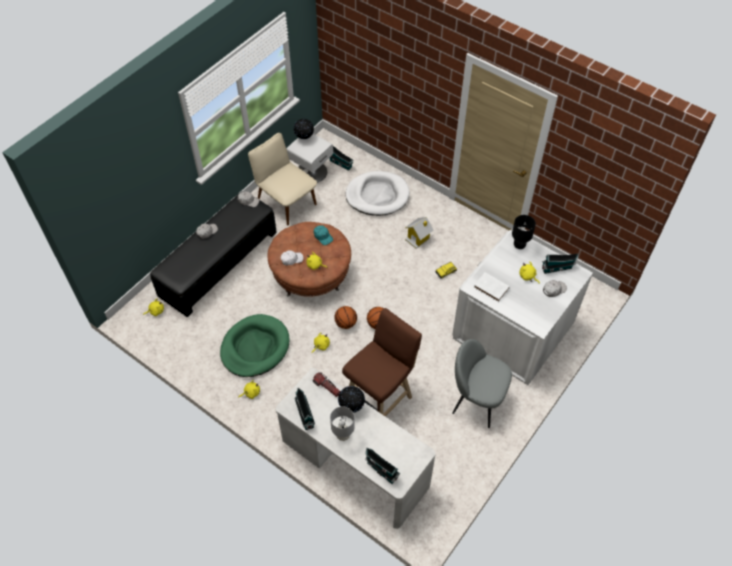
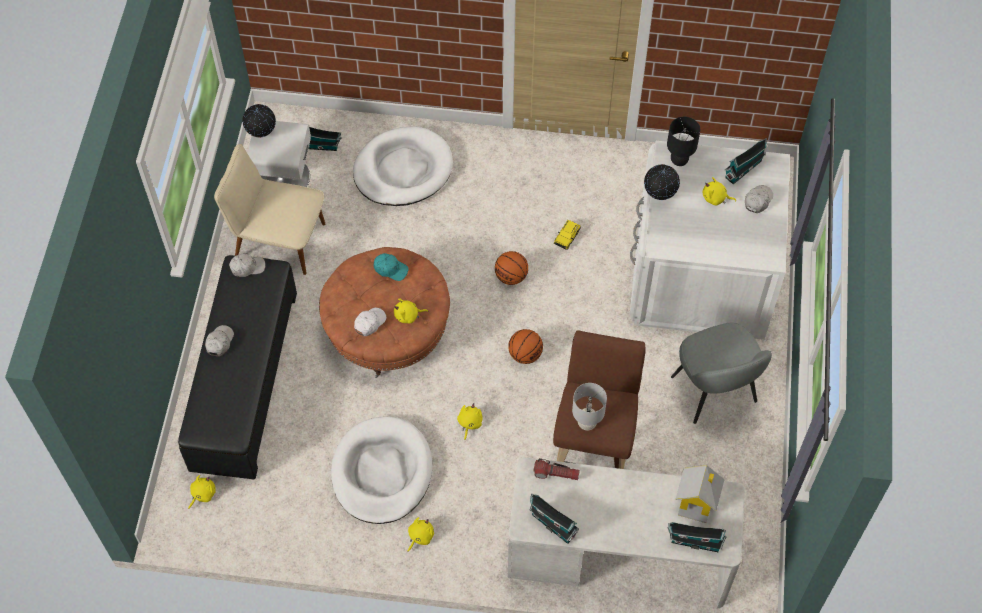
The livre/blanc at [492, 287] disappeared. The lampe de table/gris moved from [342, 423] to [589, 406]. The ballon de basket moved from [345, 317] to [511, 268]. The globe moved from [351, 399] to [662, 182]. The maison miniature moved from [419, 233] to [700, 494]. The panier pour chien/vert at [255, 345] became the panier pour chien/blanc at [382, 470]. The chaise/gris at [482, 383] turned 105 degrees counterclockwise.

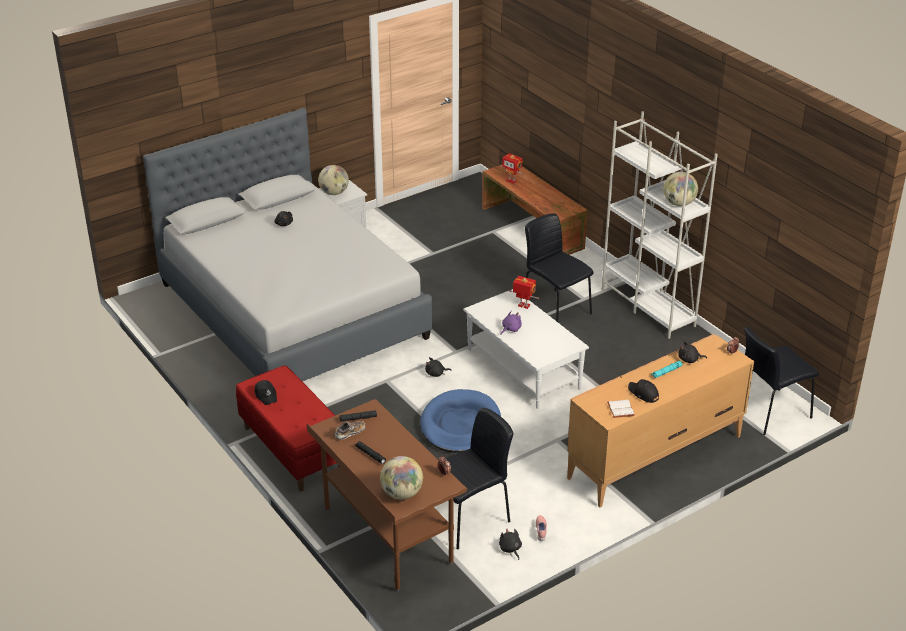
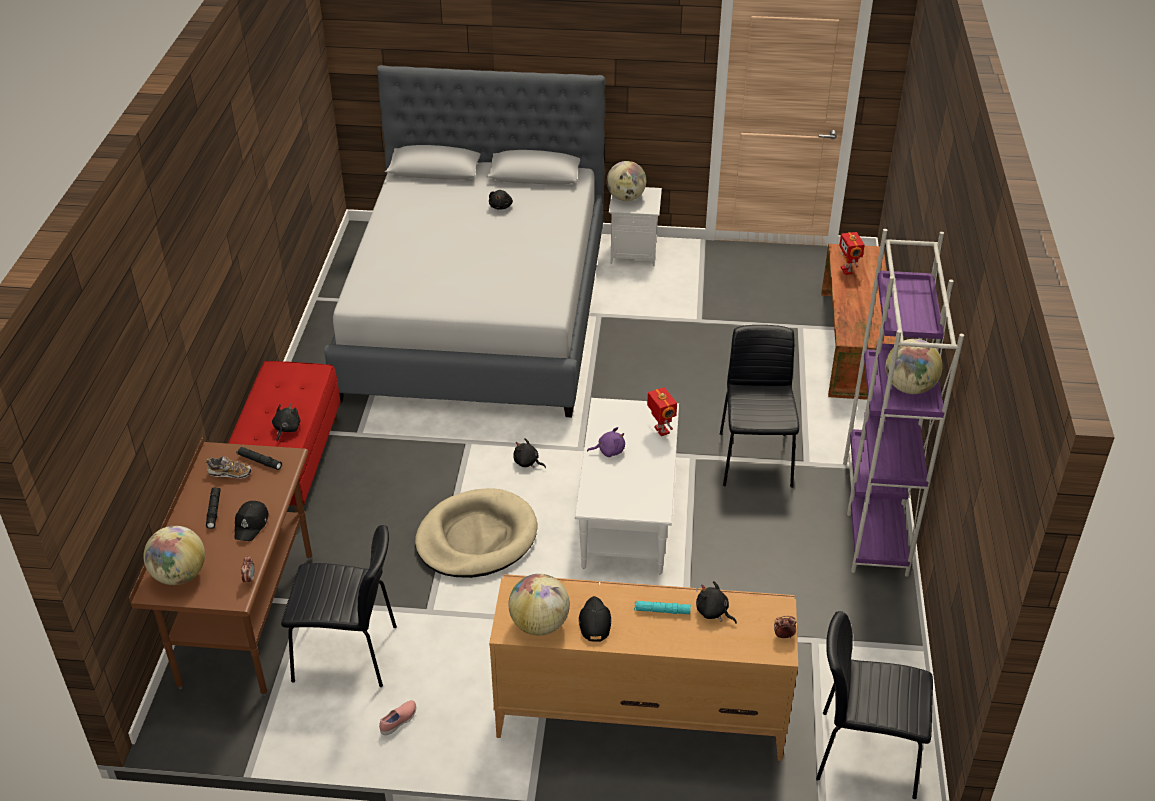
The casquette/noir moved from [266, 392] to [252, 521]. The peluche/noir moved from [510, 544] to [286, 422]. The livre/blanc at [621, 409] was replaced by the globe at [539, 604]. The panier pour chien/bleu at [460, 421] became the panier pour chien/beige at [476, 533]. The bibliothèque/blanc at [660, 225] became the bibliothèque/violet at [903, 403].

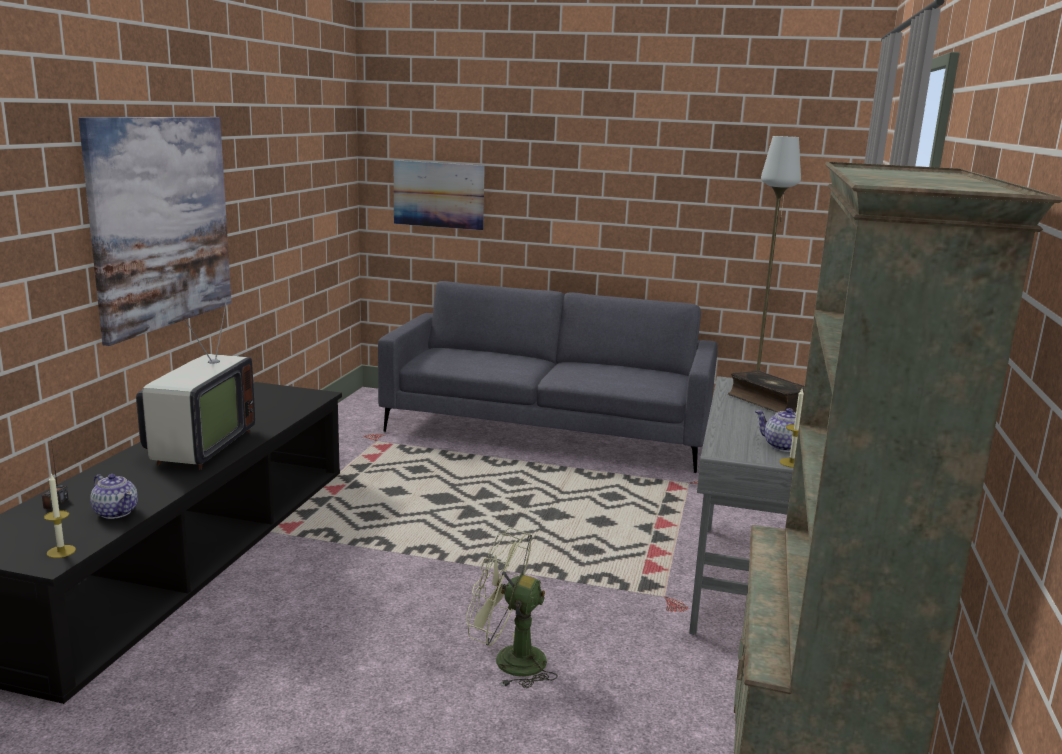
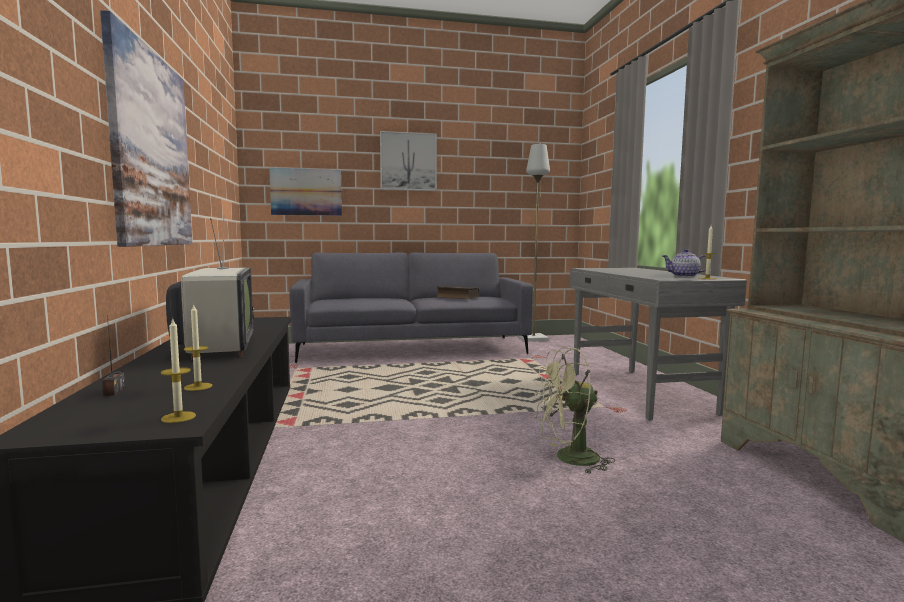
The tableau at [408, 161] appeared. The livre moved from [766, 392] to [457, 292]. The théière at [114, 496] was replaced by the bougie at [198, 348].

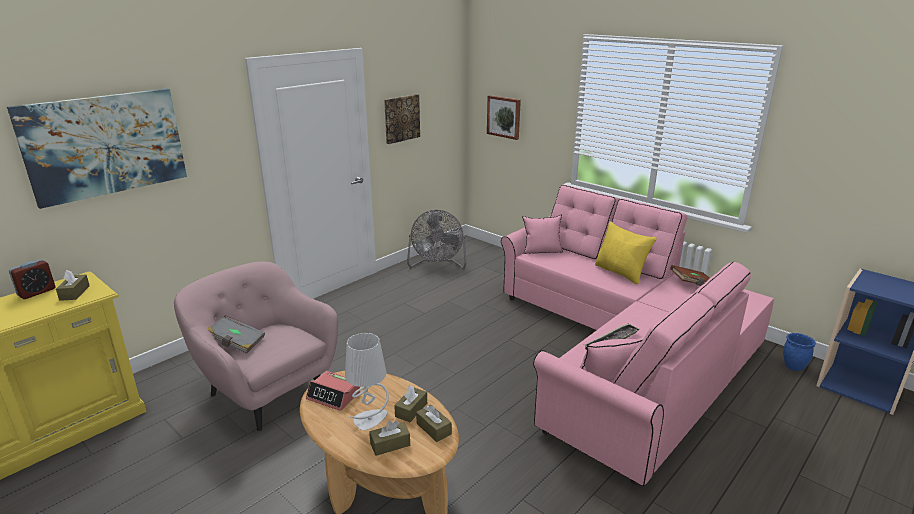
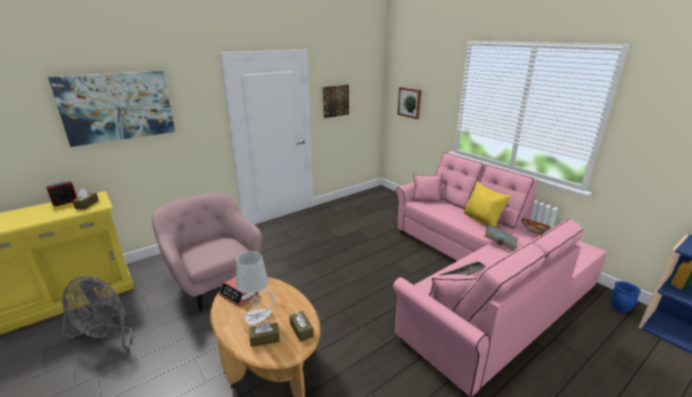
The boîte à mouchoirs/marron at [410, 403] disappeared. The livre/gris moved from [236, 334] to [501, 237]. The ventilateur/gris moved from [436, 240] to [97, 313].

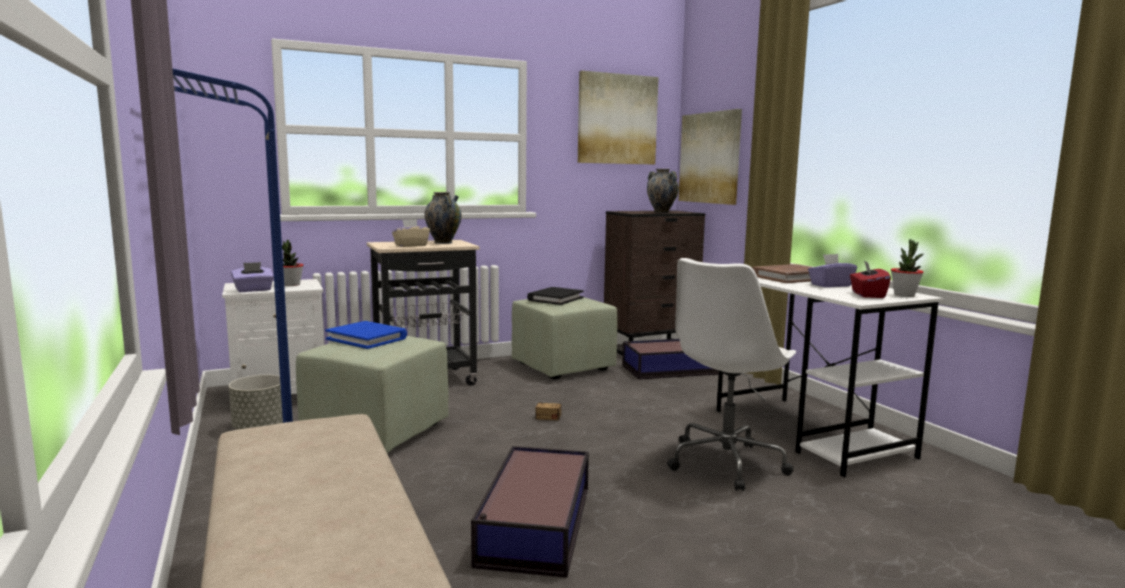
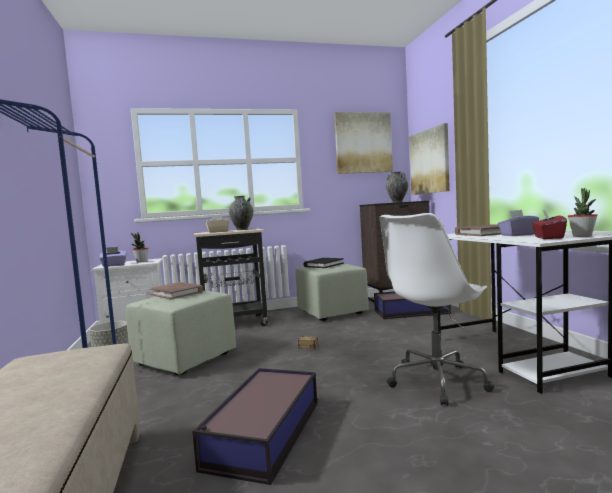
The livre/bleu at [366, 335] became the livre/marron at [176, 290].

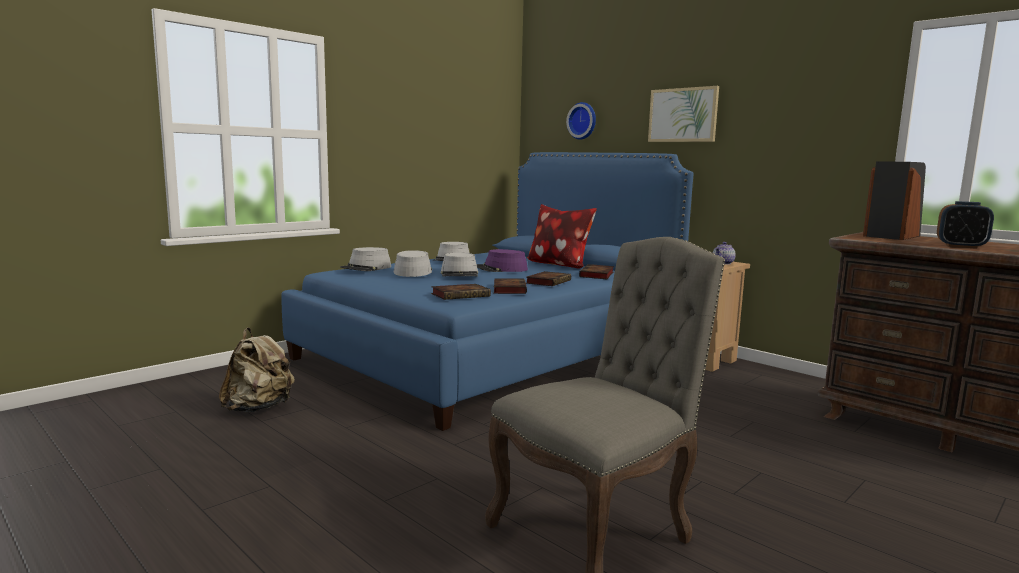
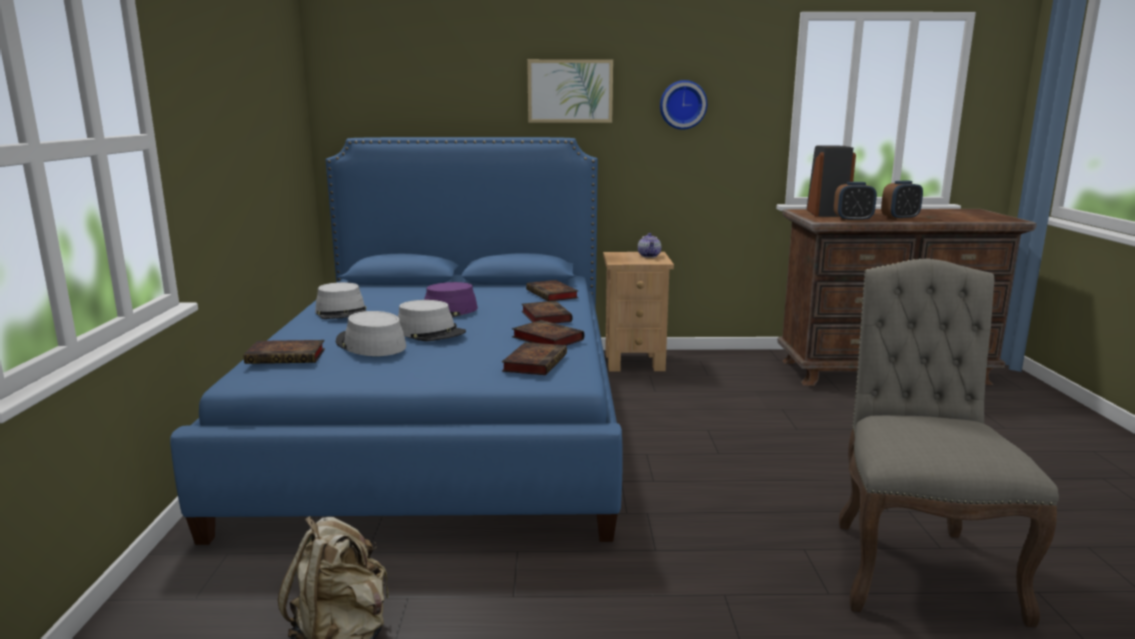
The coussin at [562, 236] disappeared. The réveil at [855, 201] appeared. The horloge murale moved from [581, 121] to [683, 105]. The chapeau/gris at [365, 259] was replaced by the livre at [284, 352].

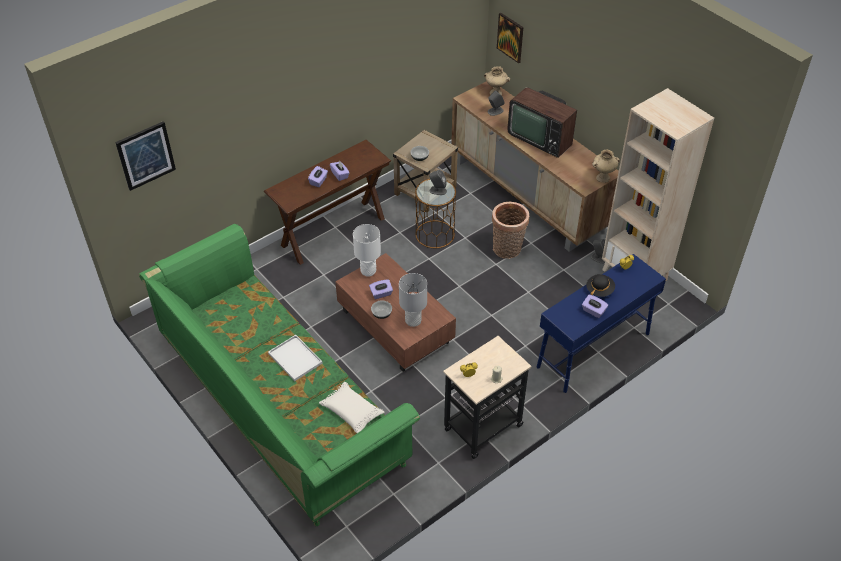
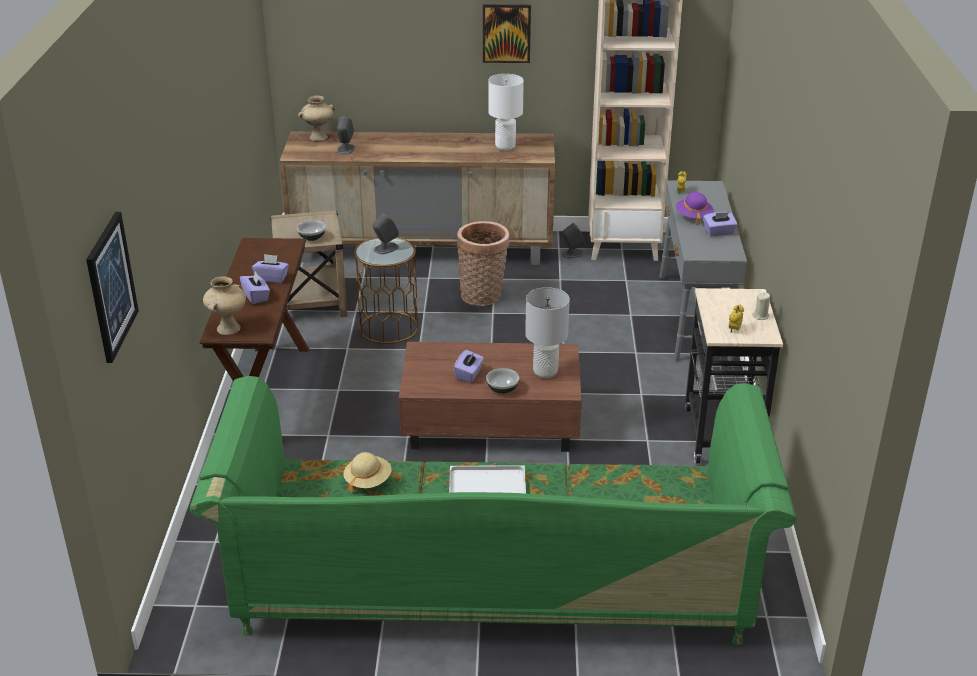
The coussin/blanc at [351, 407] disappeared. The téléviseur at [542, 122] disappeared. The chapeau/beige at [367, 472] appeared. The lampe de table/blanc moved from [367, 250] to [506, 112]. The tableau moved from [510, 38] to [507, 33]. The vase/beige moved from [606, 166] to [224, 305]. The table console/bleu at [601, 323] became the table console/gris at [703, 271]. The chapeau/noir at [600, 285] became the chapeau/violet at [695, 209].

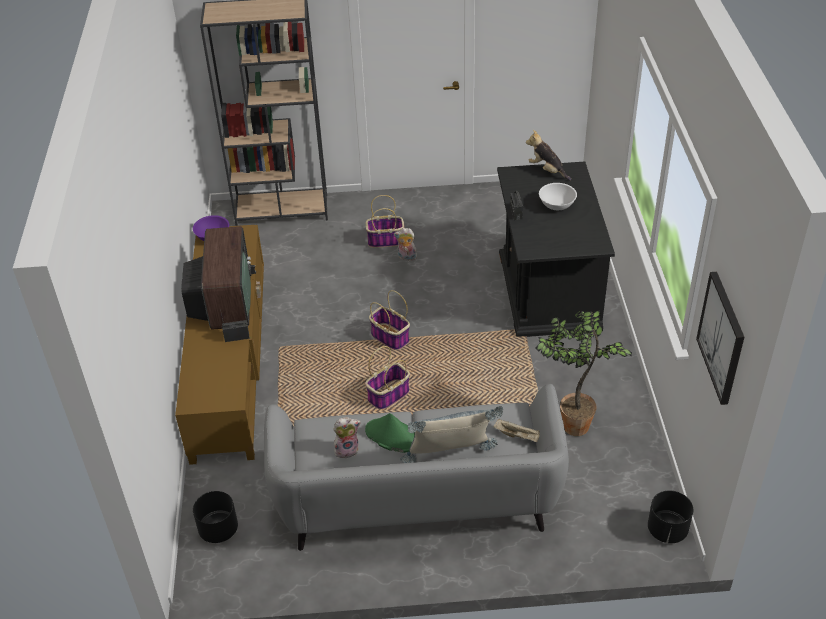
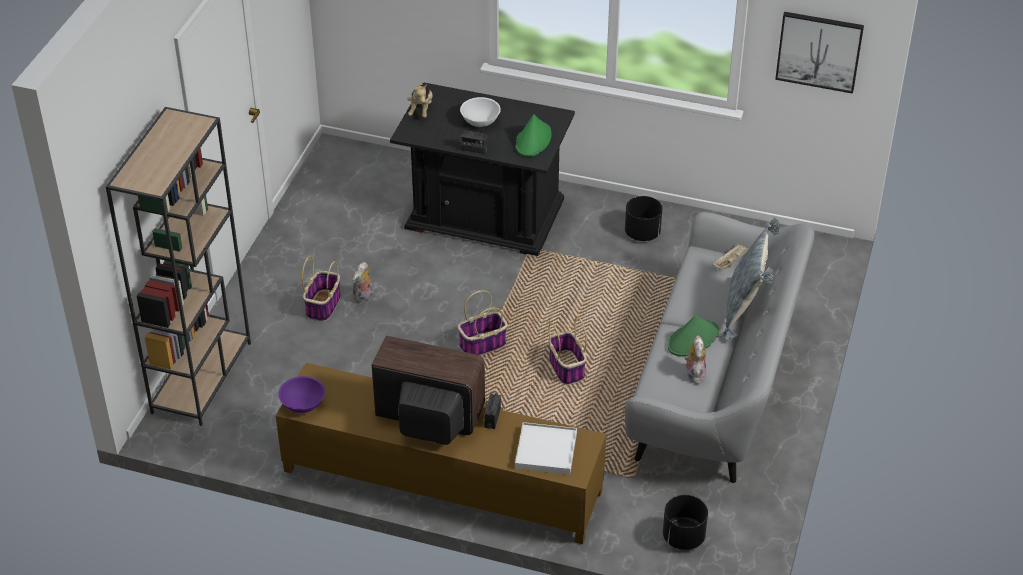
The plante en pot at [583, 373] disappeared. The chapeau/vert at [533, 135] appeared. The plateau/blanc at [546, 448] appeared. The cache-pot/noir moved from [670, 517] to [643, 218]. The peluche at [548, 155] turned 60 degrees counterclockwise.

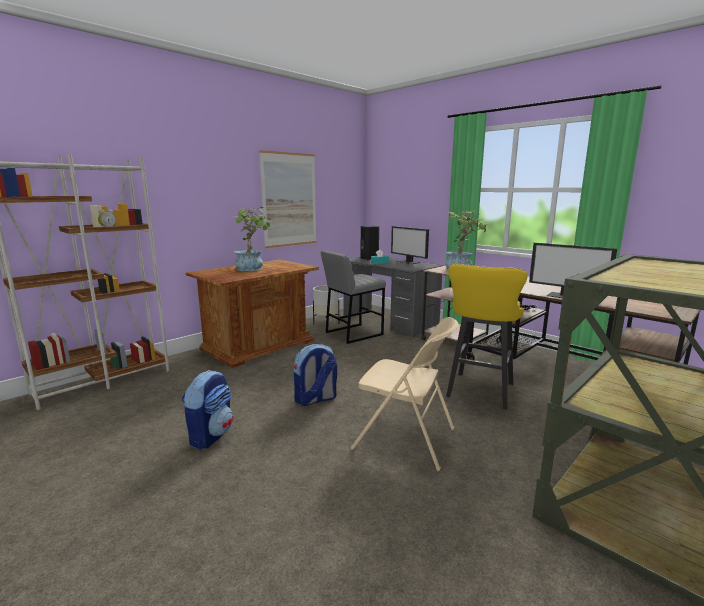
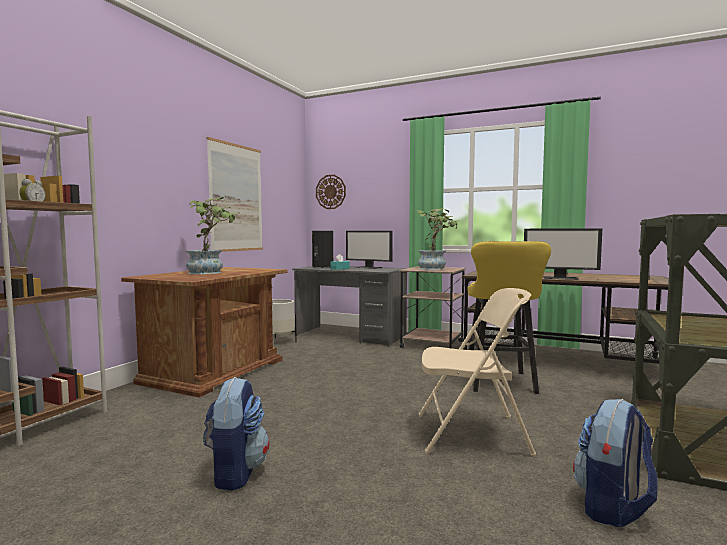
The chaise/gris at [353, 297] disappeared. The horloge murale at [331, 192] appeared. The sac à dos moved from [315, 375] to [615, 463].

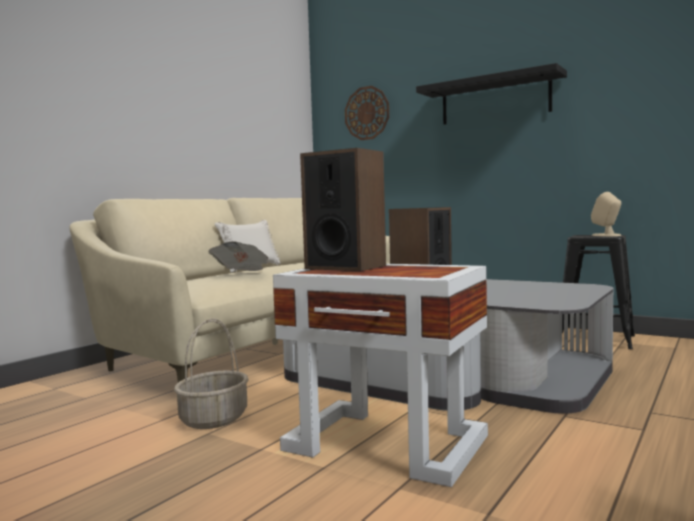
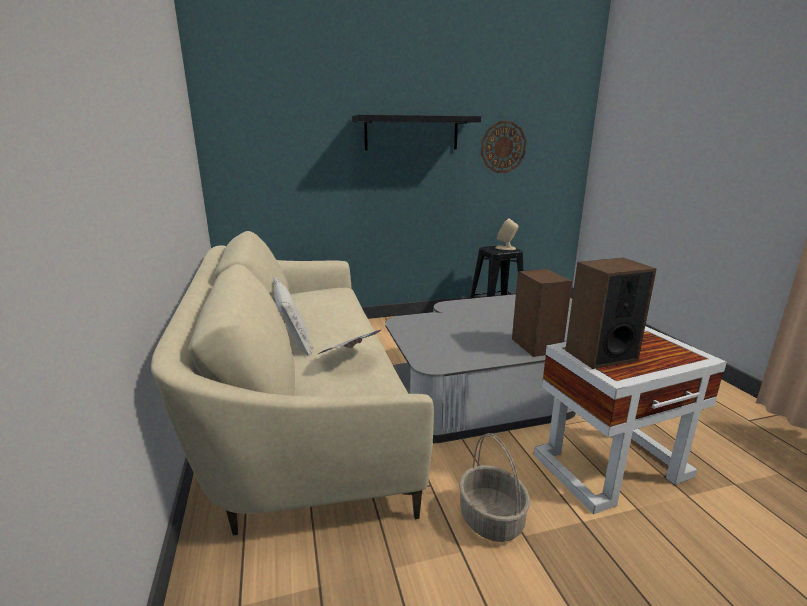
The horloge murale moved from [367, 113] to [503, 147].

